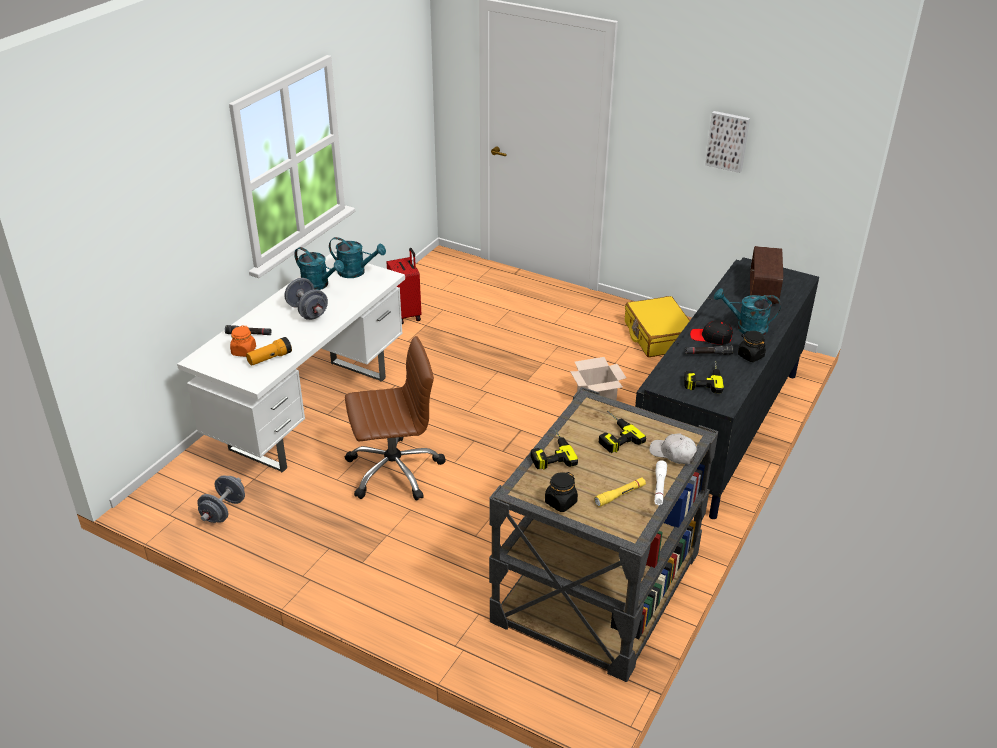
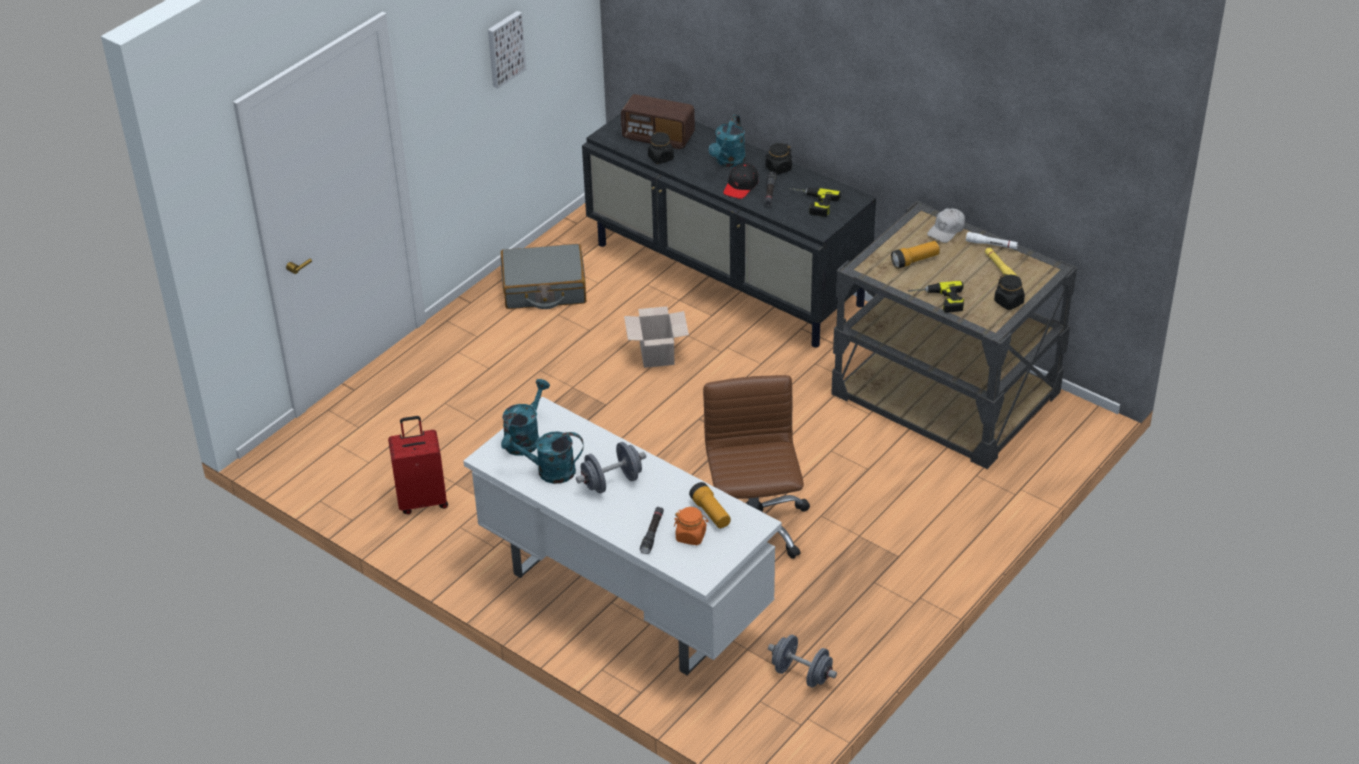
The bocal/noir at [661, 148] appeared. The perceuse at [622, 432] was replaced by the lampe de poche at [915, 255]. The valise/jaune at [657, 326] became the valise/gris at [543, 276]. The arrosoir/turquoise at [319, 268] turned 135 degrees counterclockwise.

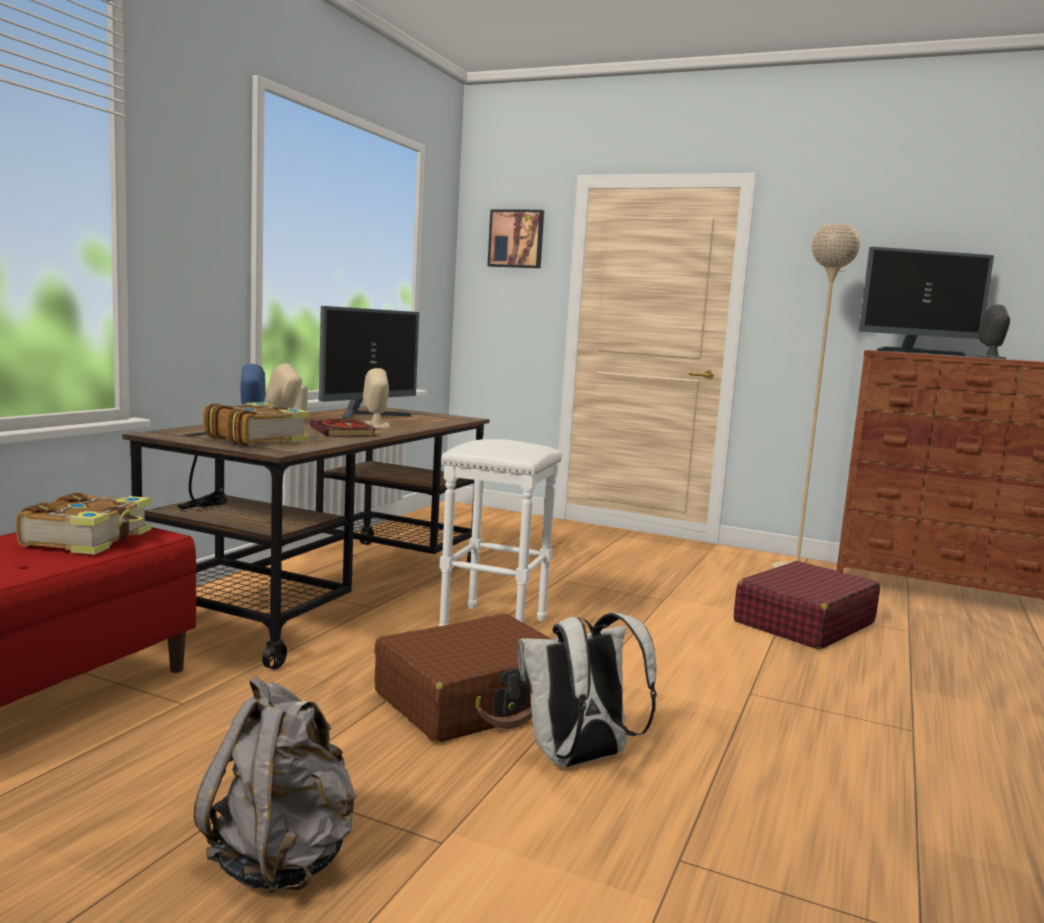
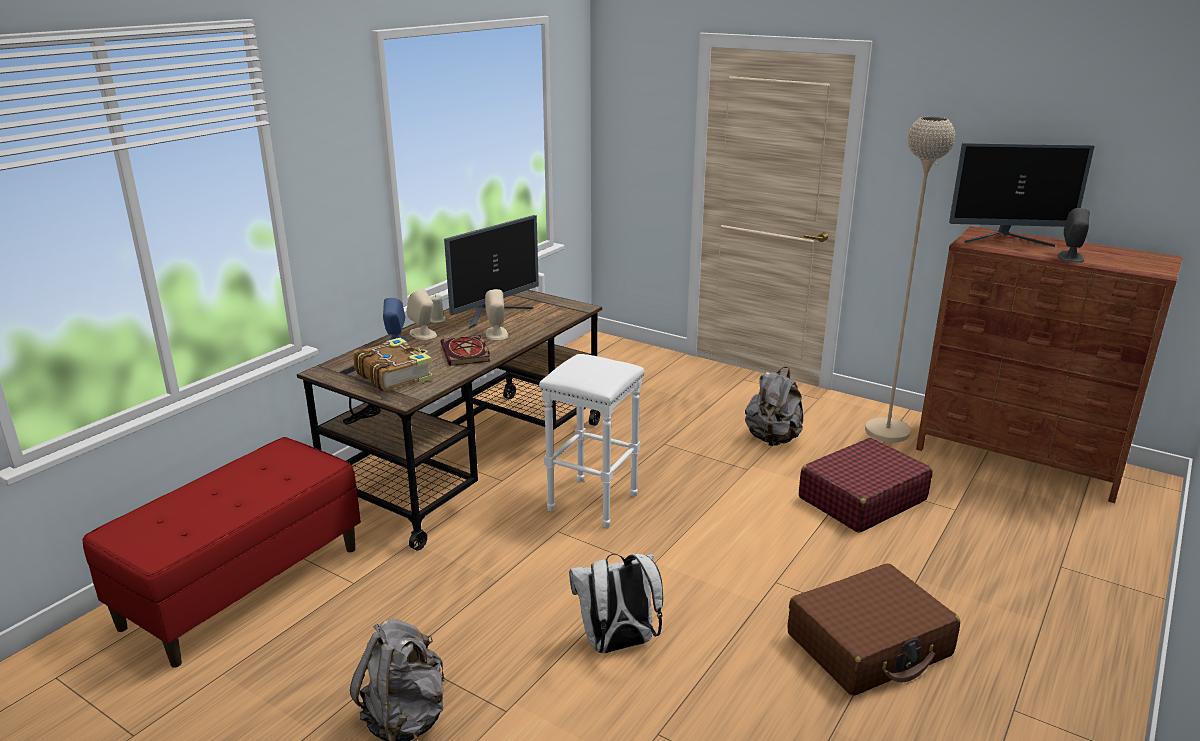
The livre at [83, 523] disappeared. The tableau at [515, 238] disappeared. The sac à dos/gris at [774, 406] appeared. The valise/marron moved from [462, 678] to [874, 629].

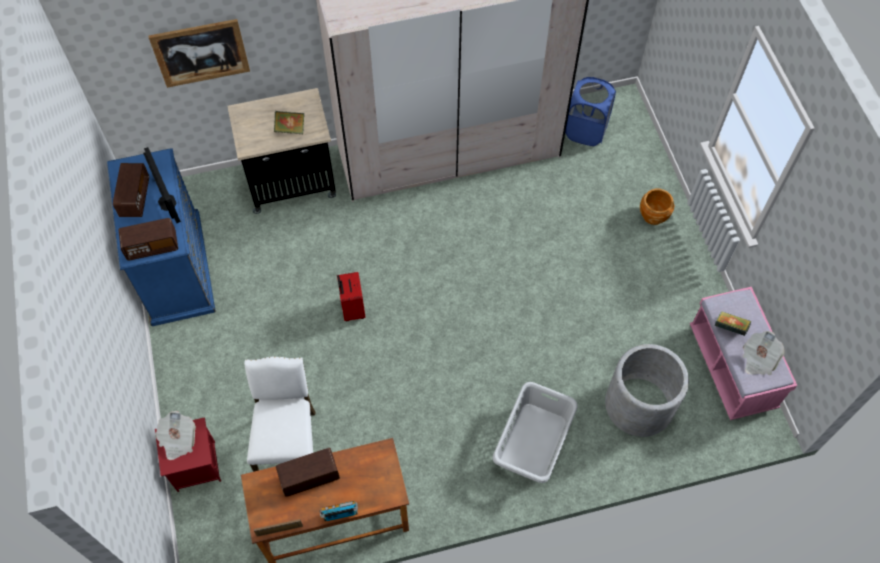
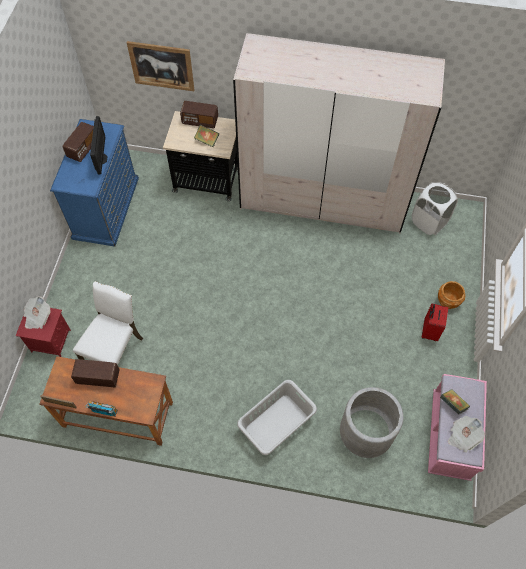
The radio moved from [148, 239] to [199, 114]. The valise/rouge moved from [351, 296] to [435, 322]. The panier à linge/bleu at [590, 111] became the panier à linge/blanc at [434, 208].

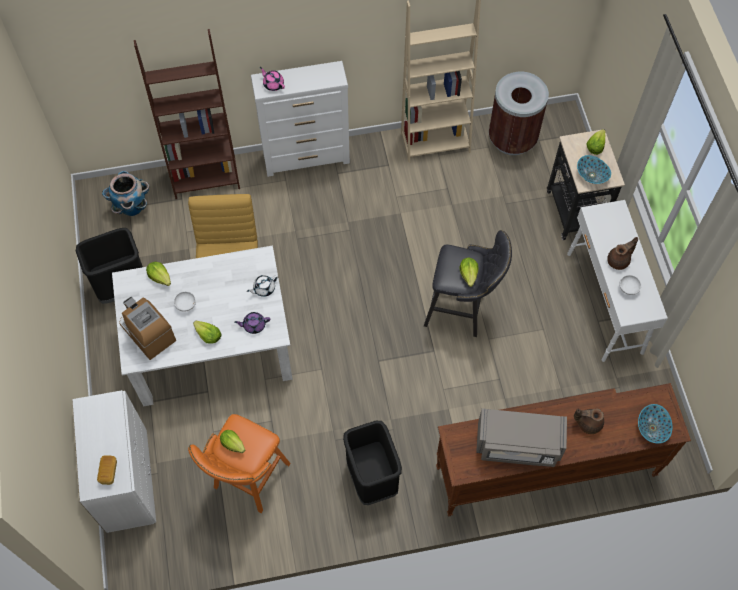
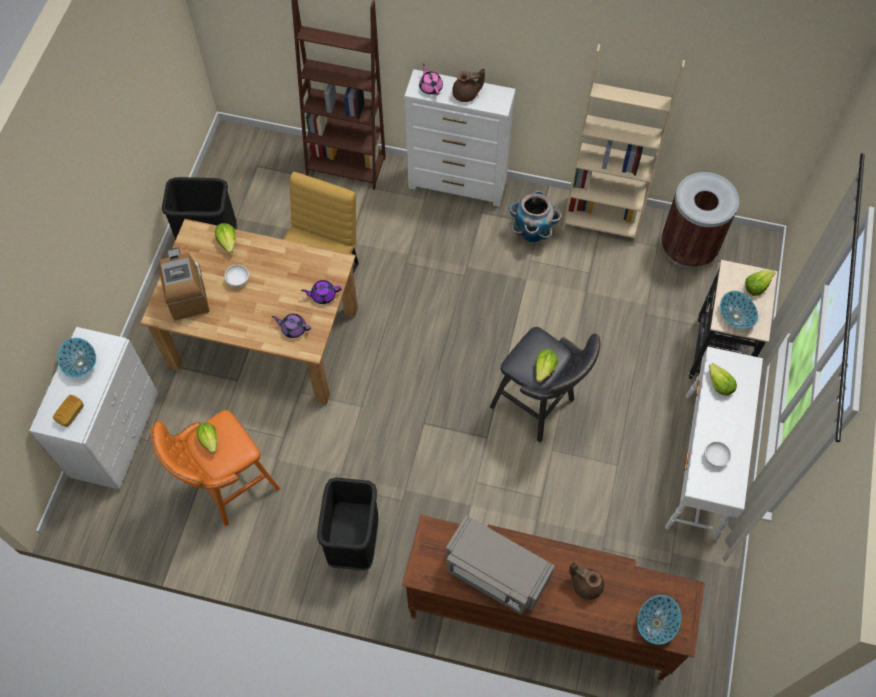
The bol at [77, 357] appeared. The cache-pot moved from [125, 193] to [535, 216]. The laitue moved from [207, 332] to [723, 379]. The théière/marron moved from [622, 253] to [468, 85]. The table à manger/blanc at [202, 325] became the table à manger/marron at [249, 312]. The théière/blanc at [262, 286] became the théière/violet at [321, 292].

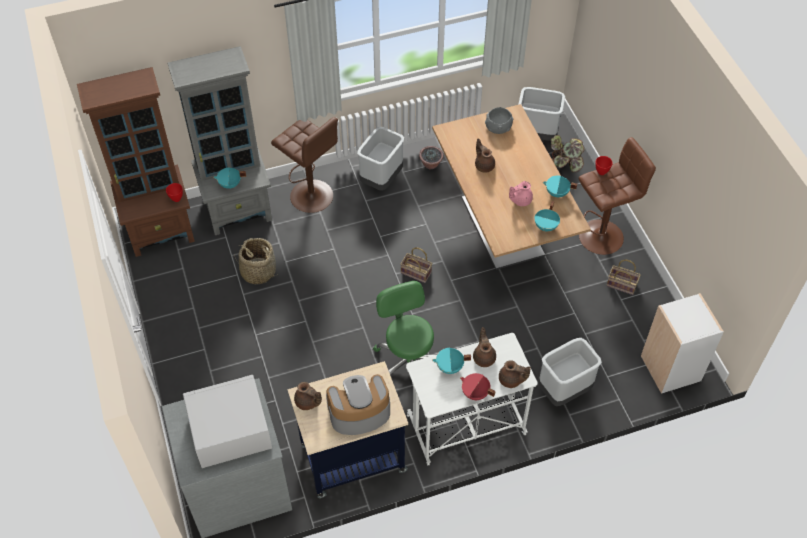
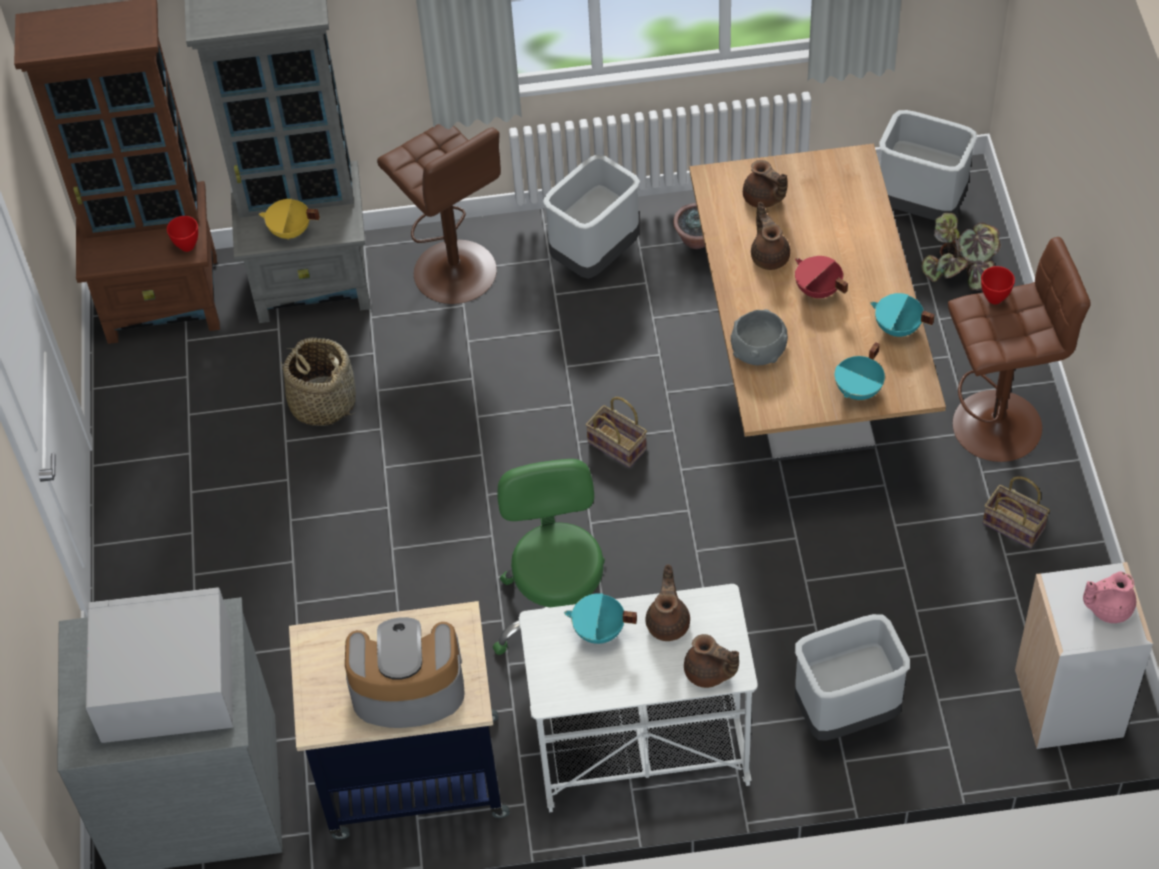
The théière/marron moved from [308, 396] to [765, 184]. The marmite/rouge moved from [477, 386] to [821, 277]. The bol/gris moved from [499, 120] to [759, 337]. The théière/rose moved from [521, 193] to [1109, 597]. The marmite/turquoise at [229, 178] became the marmite/jaune at [289, 219].

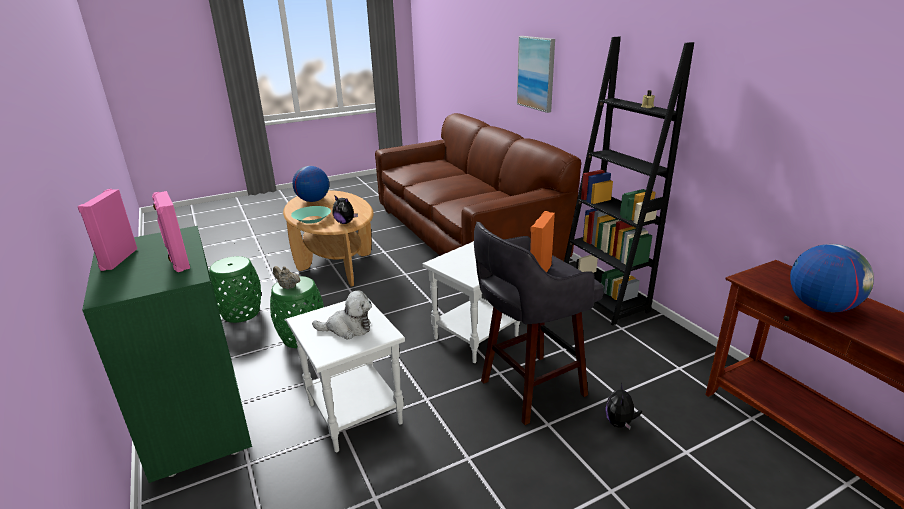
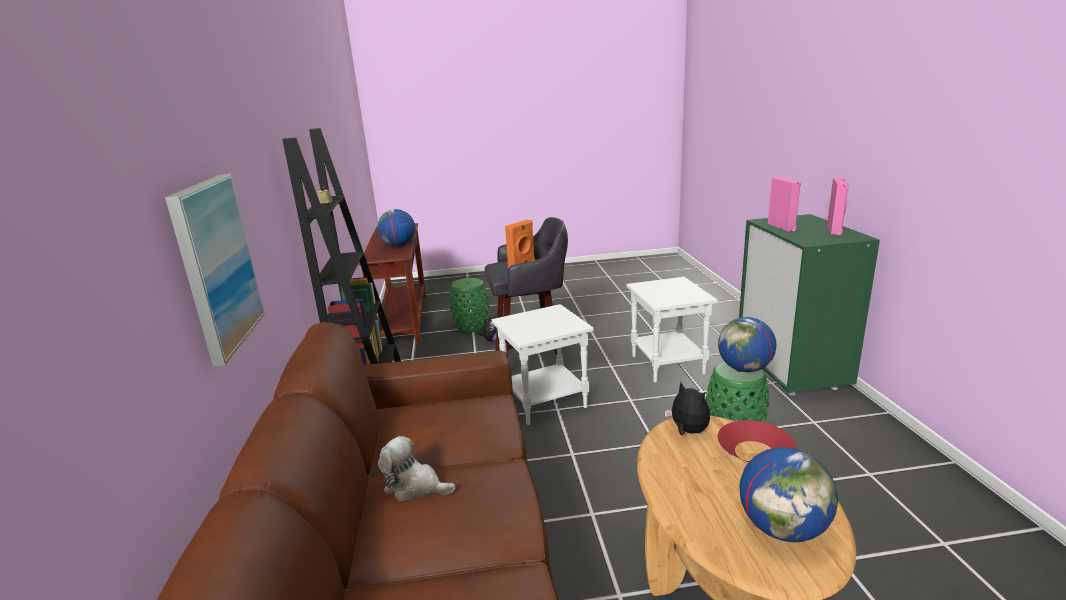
The tabouret/vert moved from [235, 289] to [469, 305]. The peluche moved from [342, 315] to [416, 468]. The théière/beige at [286, 277] was replaced by the globe at [747, 344]. The bol/turquoise at [311, 215] became the bol/rouge at [757, 441].

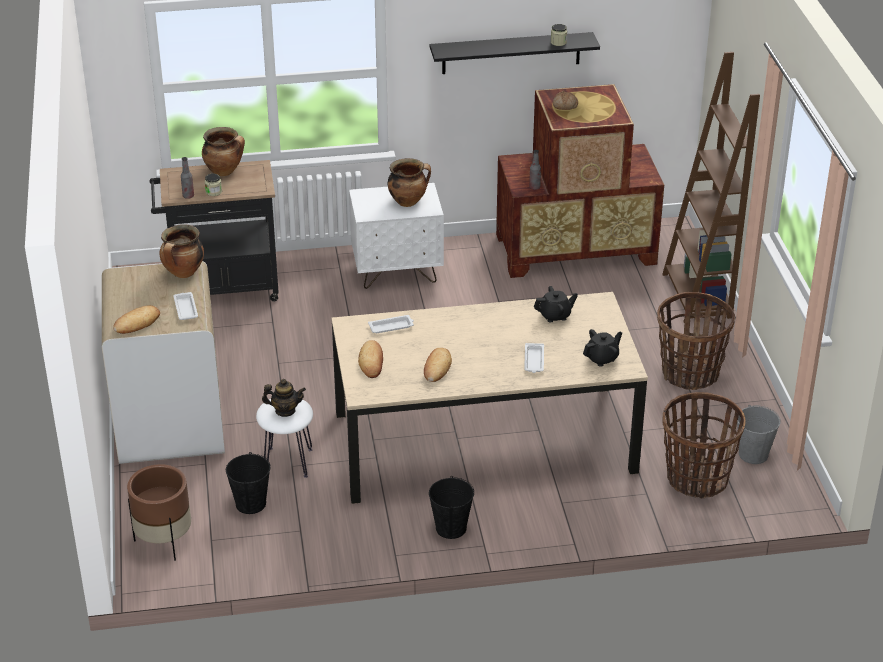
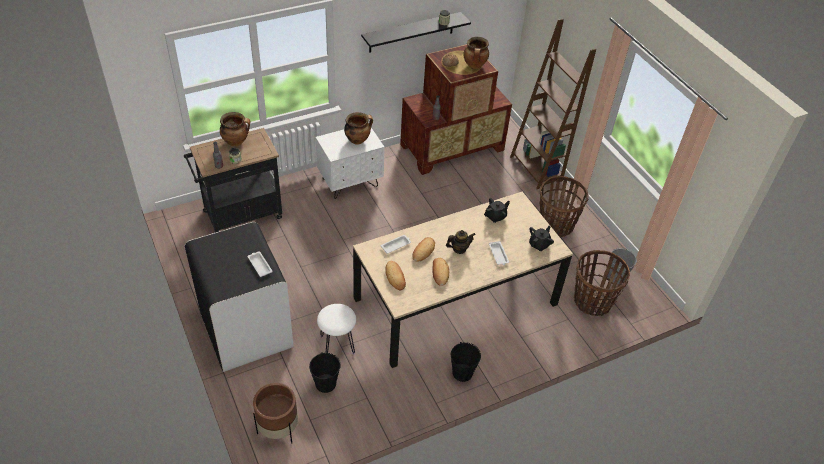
The pain moved from [136, 319] to [423, 249]. The marmite moved from [181, 251] to [476, 53]. The théière moved from [284, 398] to [461, 242]. The commode/beige at [163, 362] became the commode/noir at [239, 297].

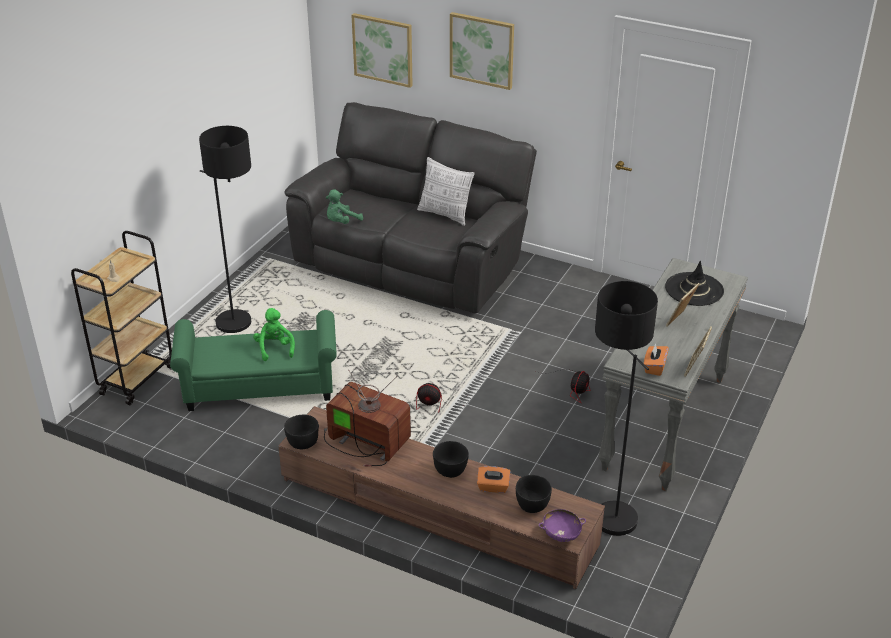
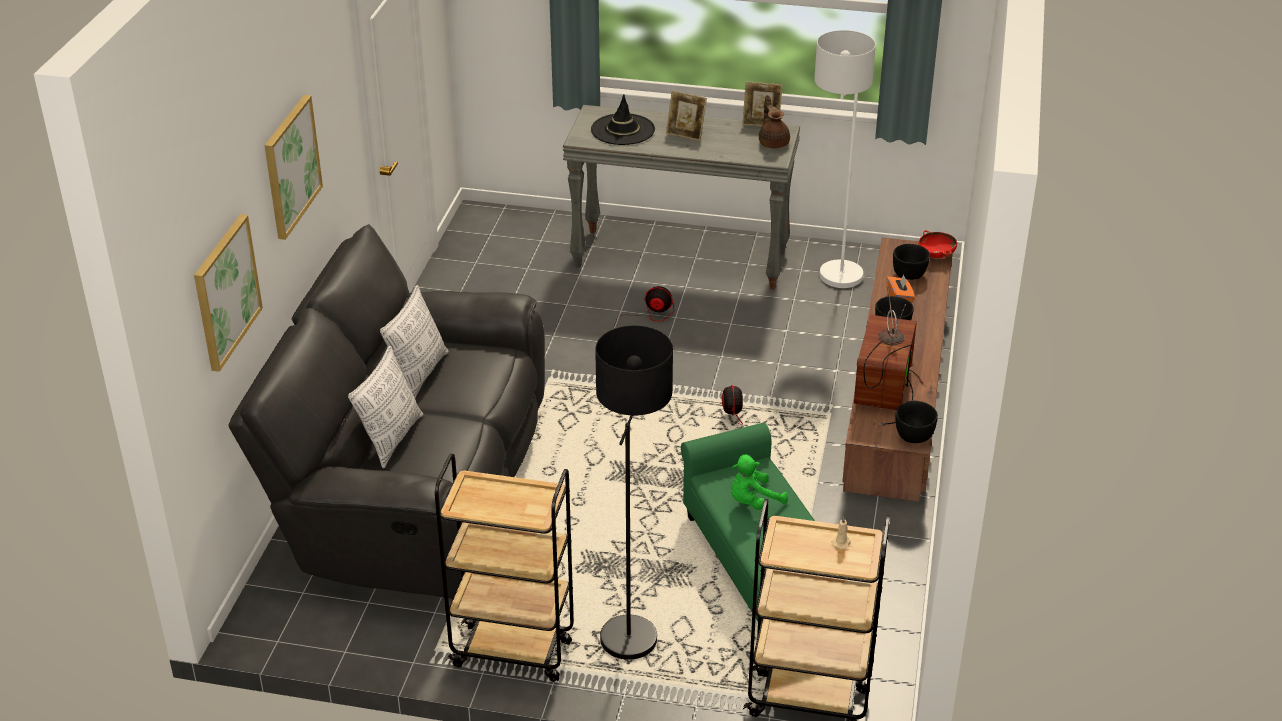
The peluche/vert at [344, 206] disappeared. The coussin at [385, 407] appeared. The chariot/marron at [504, 568] appeared. The boîte à mouchoirs/orange at [656, 359] was replaced by the théière/marron at [774, 121]. The bol/violet at [562, 525] became the bol/rouge at [937, 244]. The lampadaire/noir at [626, 408] became the lampadaire/blanc at [845, 159].

